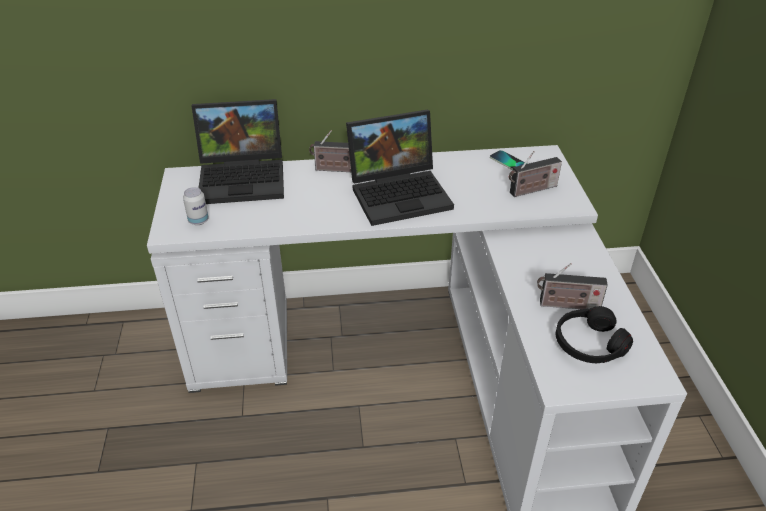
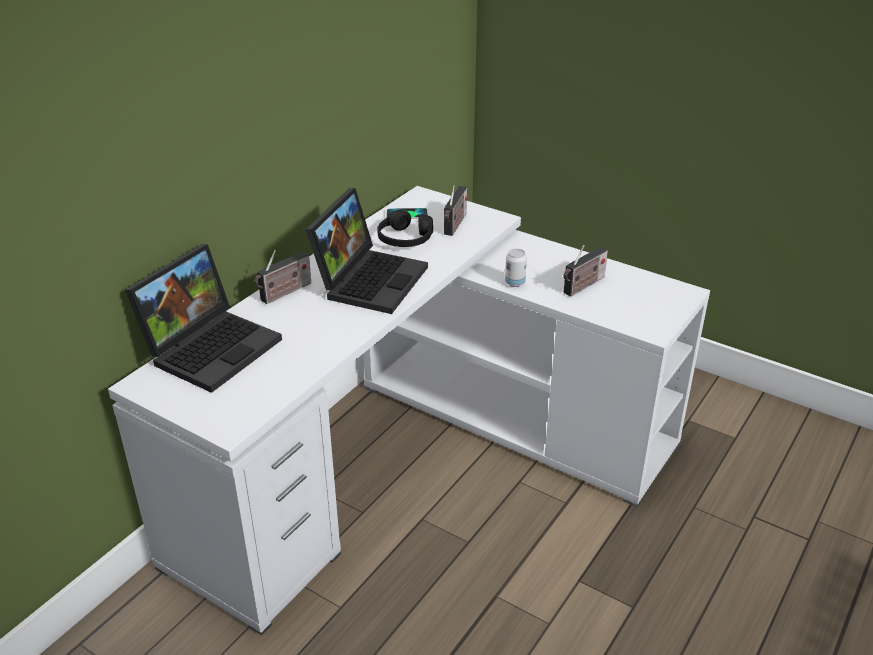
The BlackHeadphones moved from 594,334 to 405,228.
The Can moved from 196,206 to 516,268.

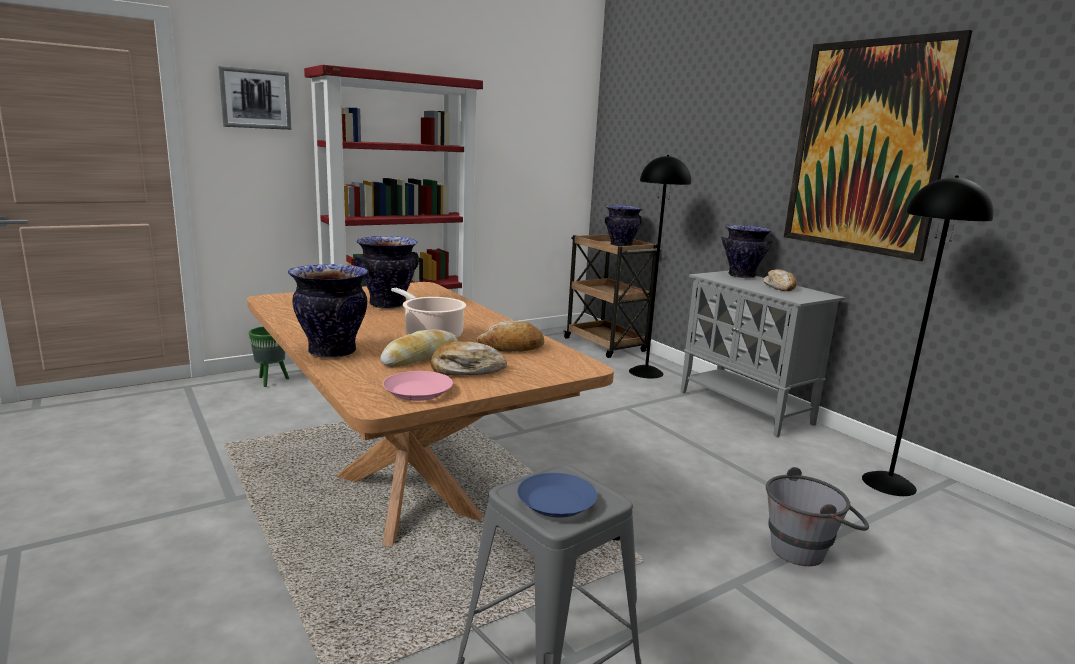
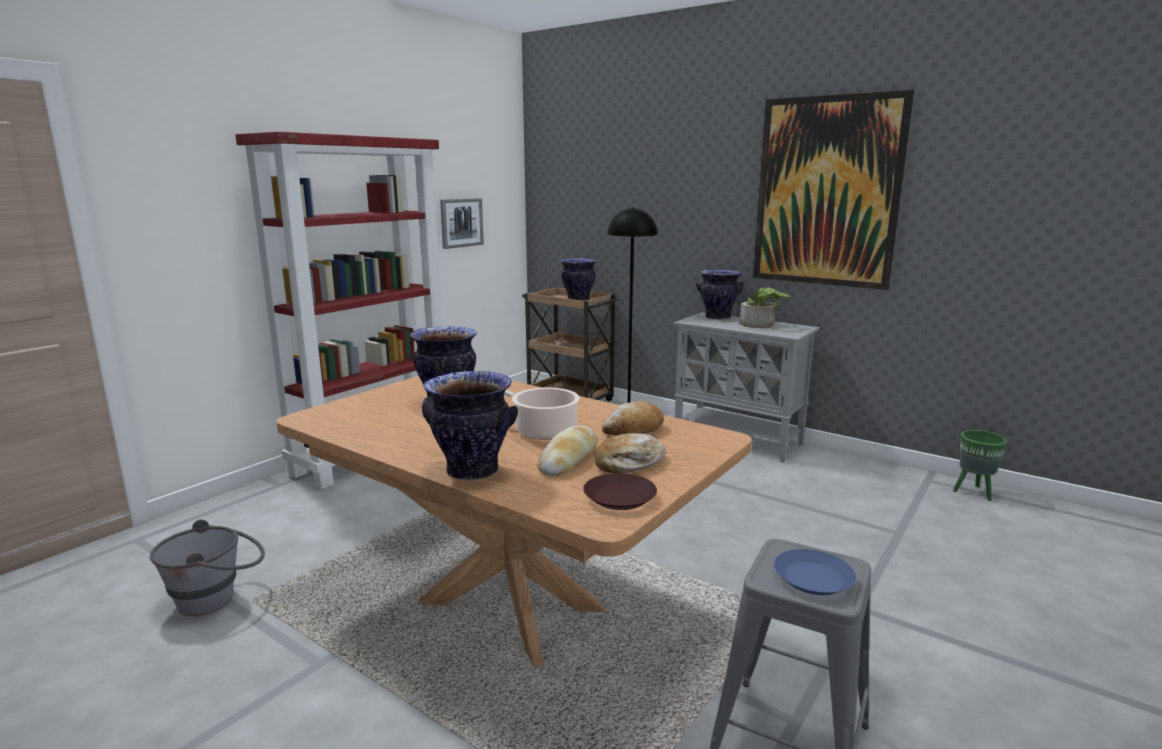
The GreyBucket moved from 817,516 to 207,567.
The Picture moved from 255,98 to 462,223.
The PinkPlate at 418,386 became the BrownPlate at 620,491.
The Bread at 780,280 was replaced by the PottedPlant at 766,307.
The GreenPlanter moved from 269,357 to 980,465.
The BlackFloorLamp at 928,335 disappeared.

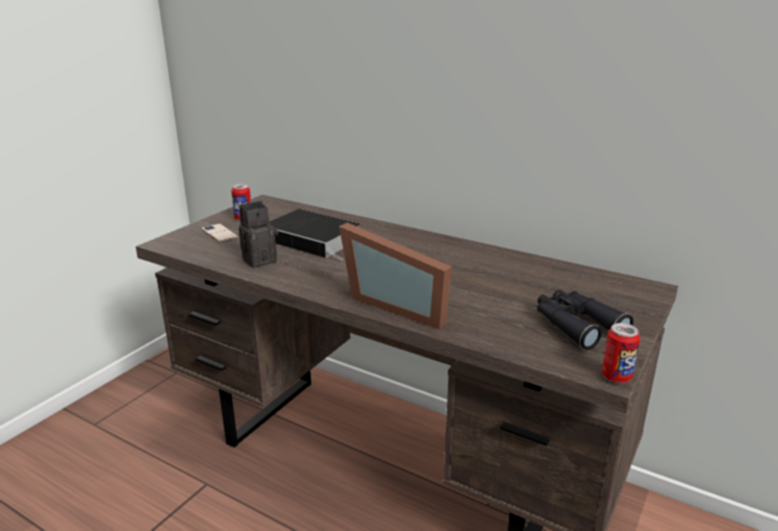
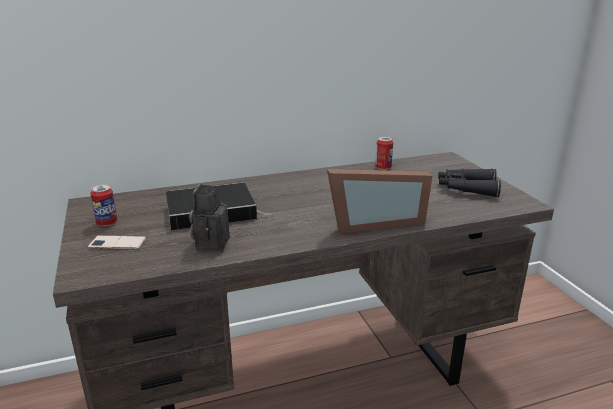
The Can moved from 621,353 to 384,153.

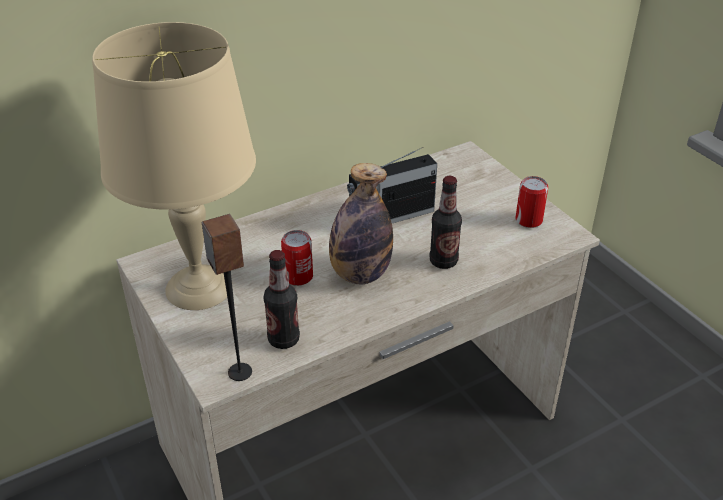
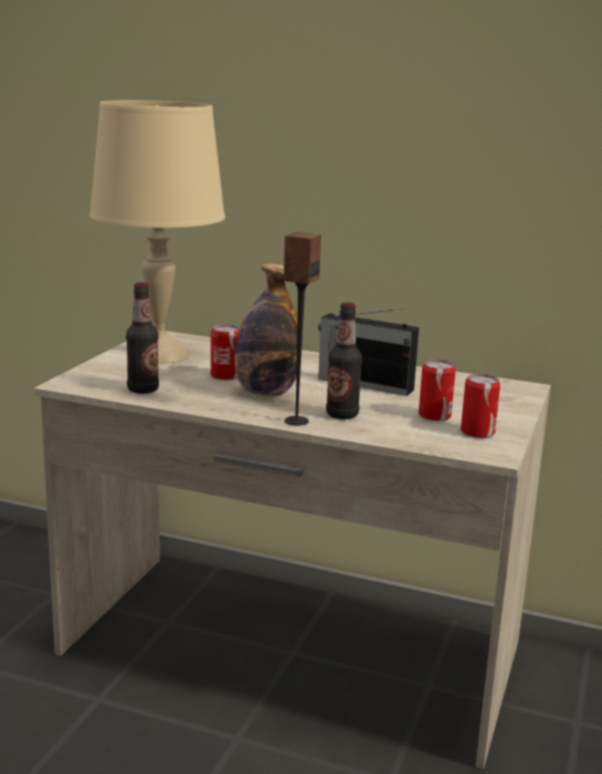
The Speaker moved from 227,297 to 302,329.
The Can at 437,390 appeared.

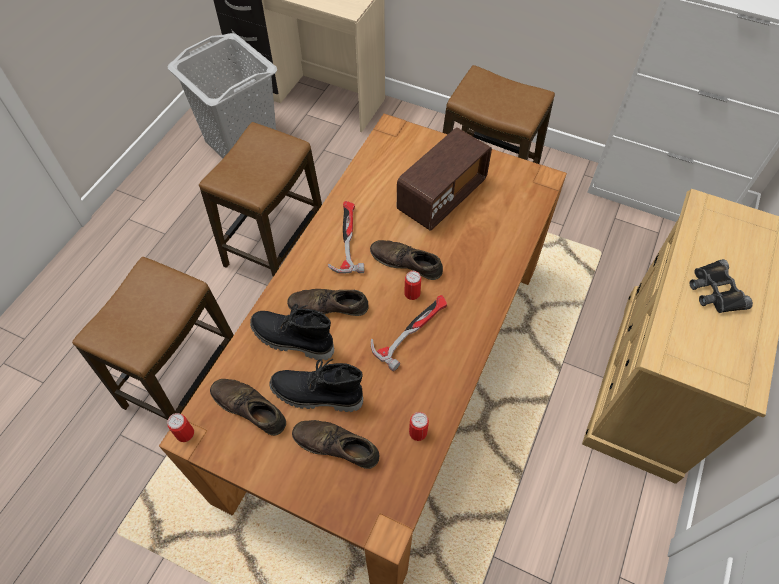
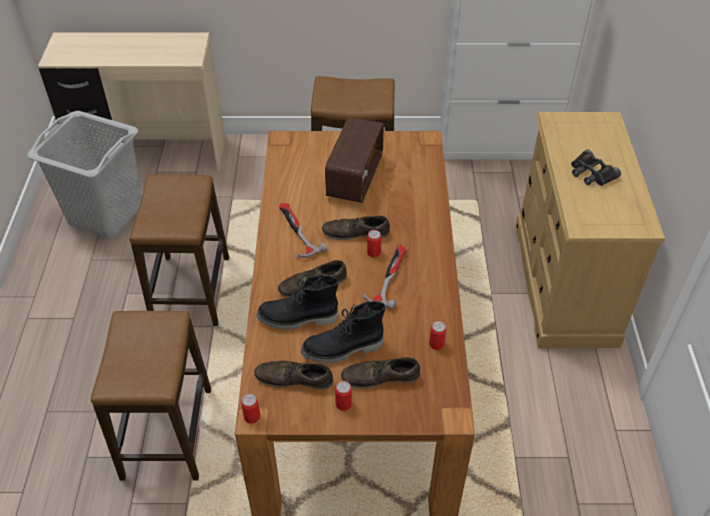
The Can at 343,396 appeared.

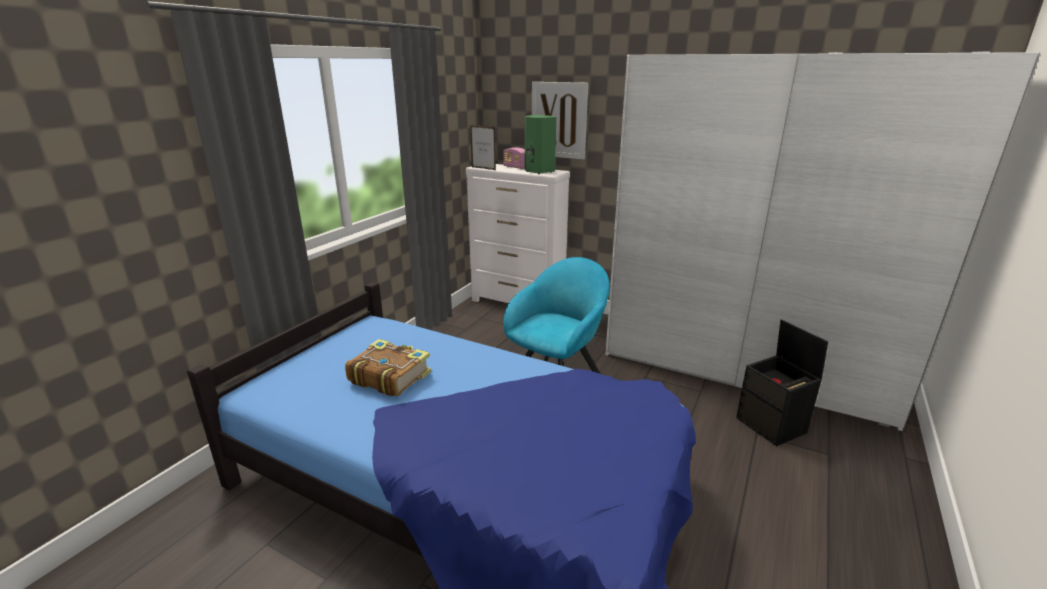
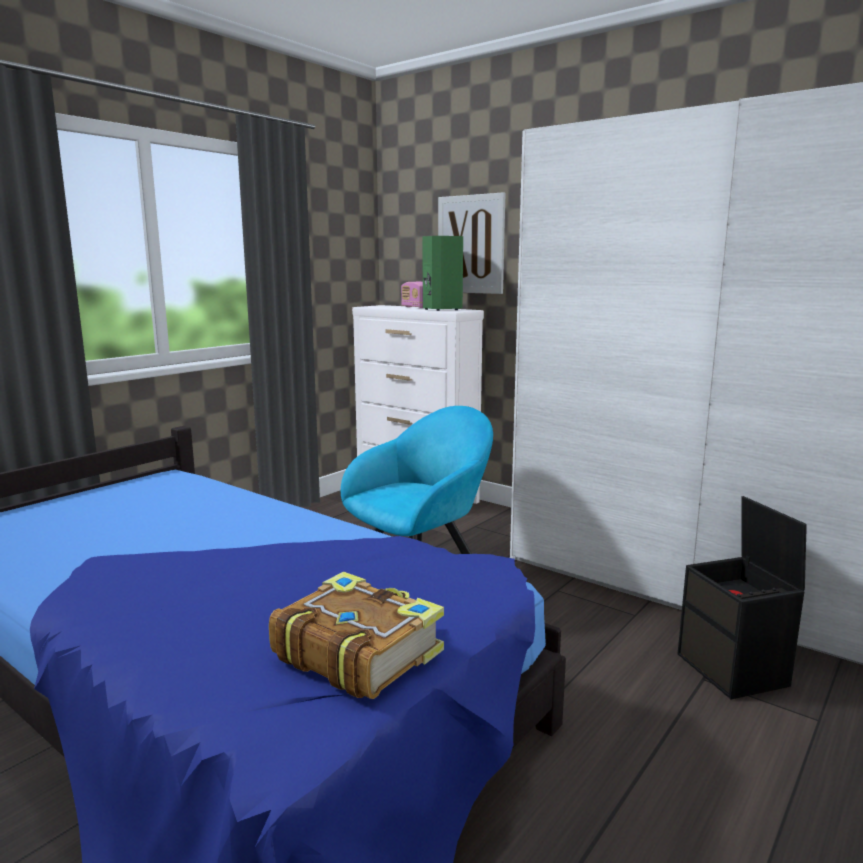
The Book moved from 388,367 to 356,635.
The PictureFrame at 483,147 disappeared.

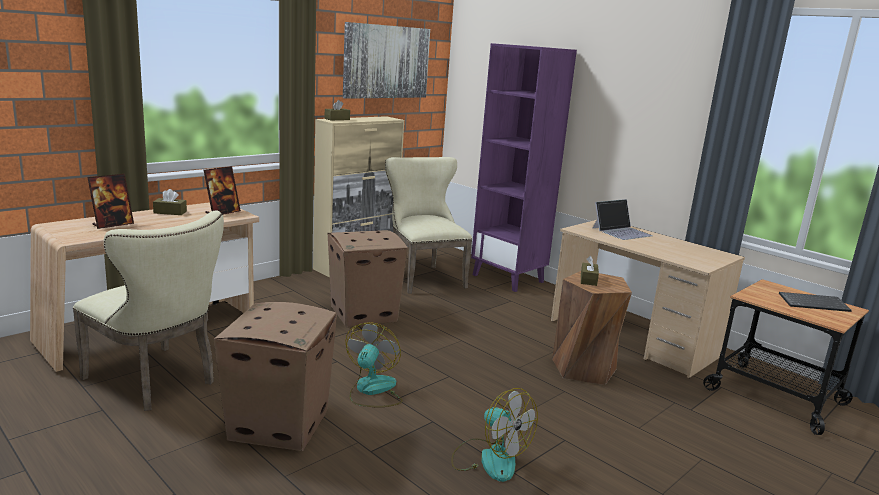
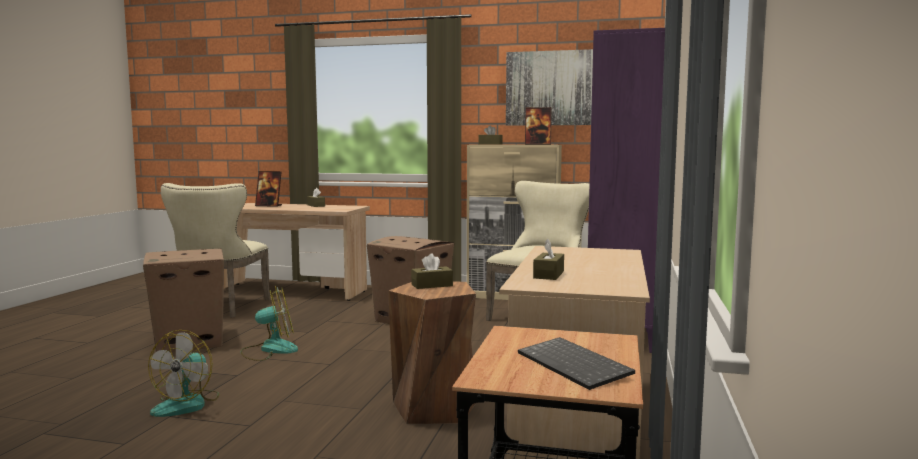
The PictureFrame moved from 222,190 to 538,126.
The BrownTissueBox at 548,259 appeared.
The Laptop at 622,219 disappeared.

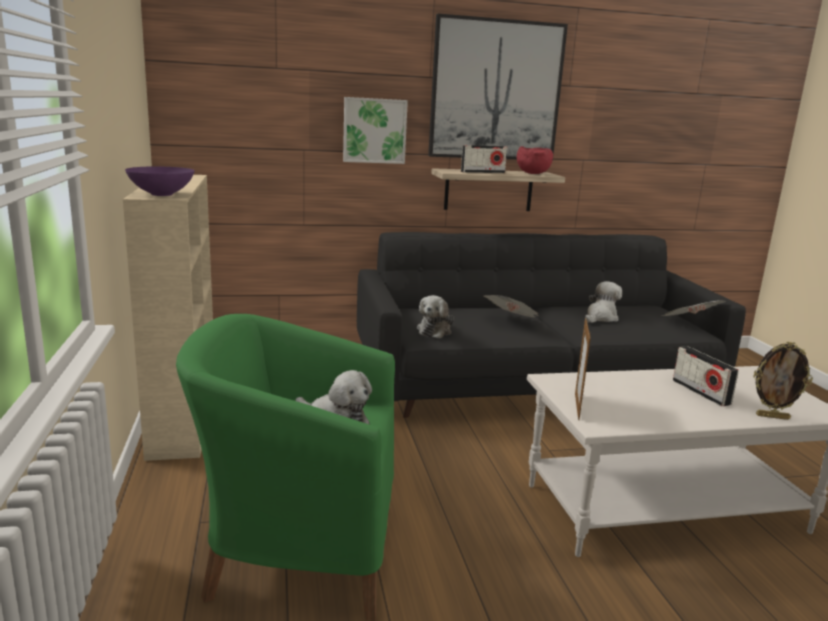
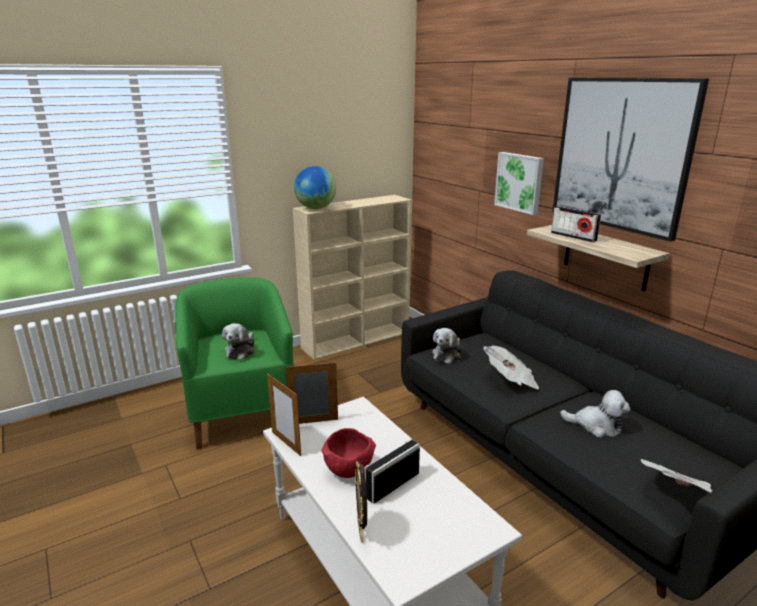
The PictureFrame at 284,415 appeared.
The PurpleBowl at 159,181 was replaced by the Globe at 315,187.
The RedBowl moved from 535,160 to 349,453.
The PlushToy at 435,316 turned 60 degrees counterclockwise.

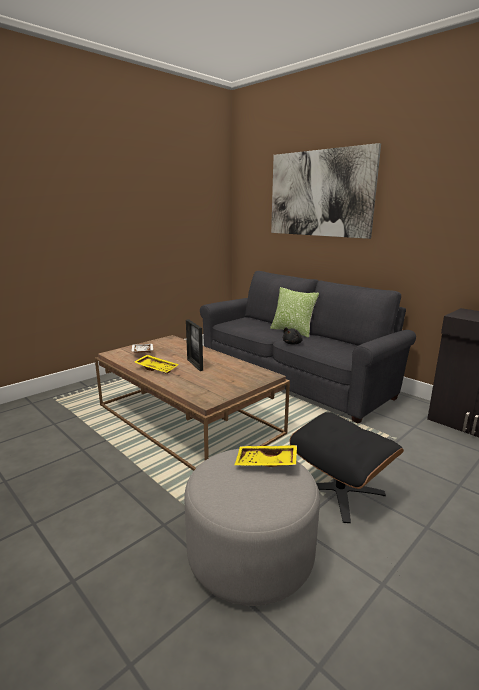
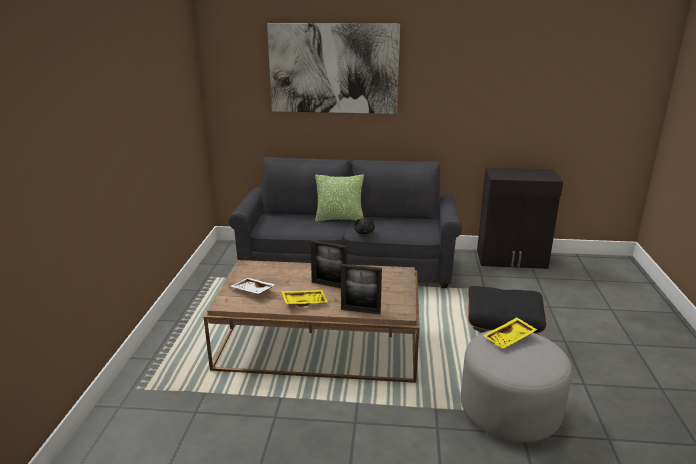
The PictureFrame at 361,289 appeared.

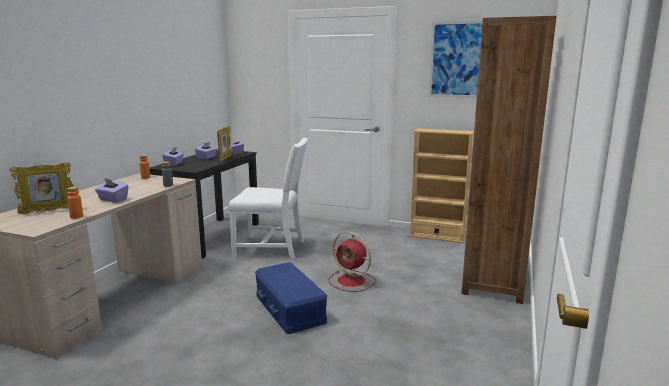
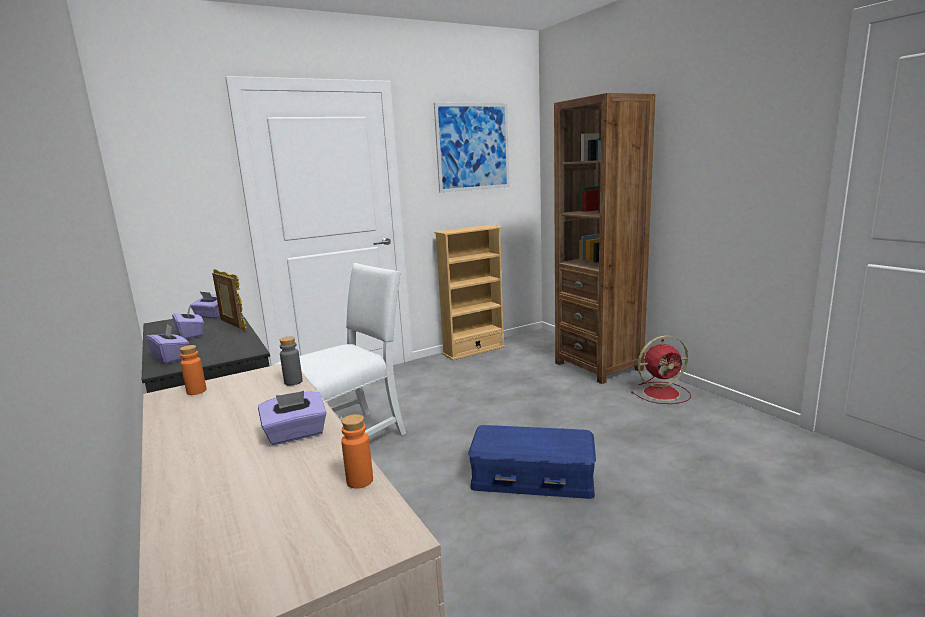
The RedFan moved from 351,262 to 661,369.
The PictureFrame at 42,188 disappeared.

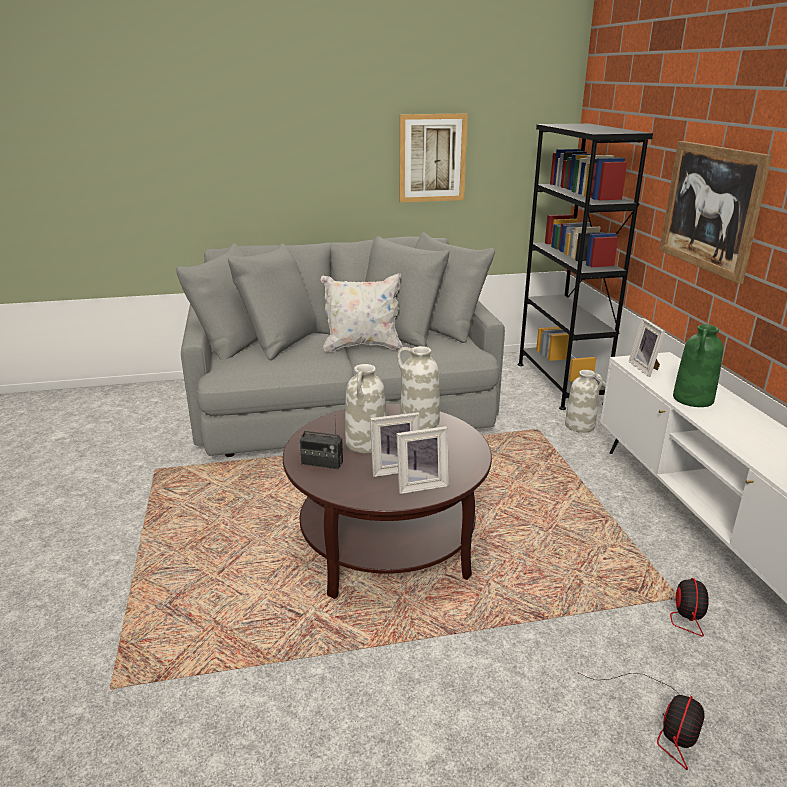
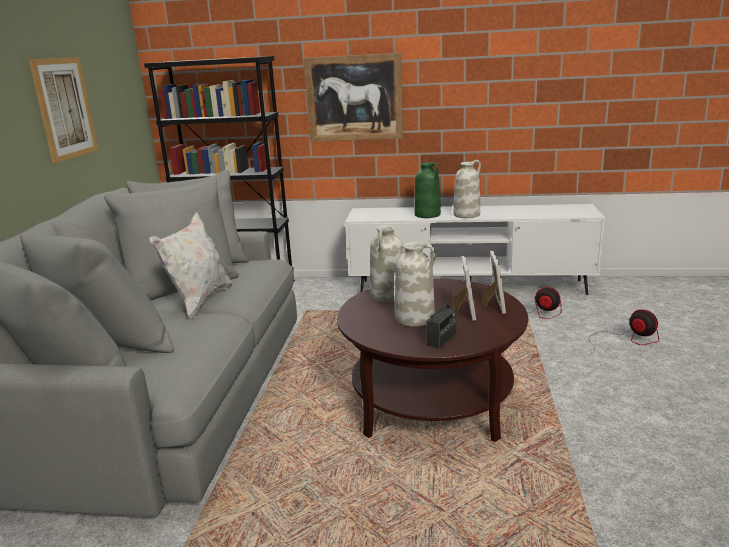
The WhiteVase moved from 584,401 to 467,189.
The PictureFrame at 647,347 disappeared.

